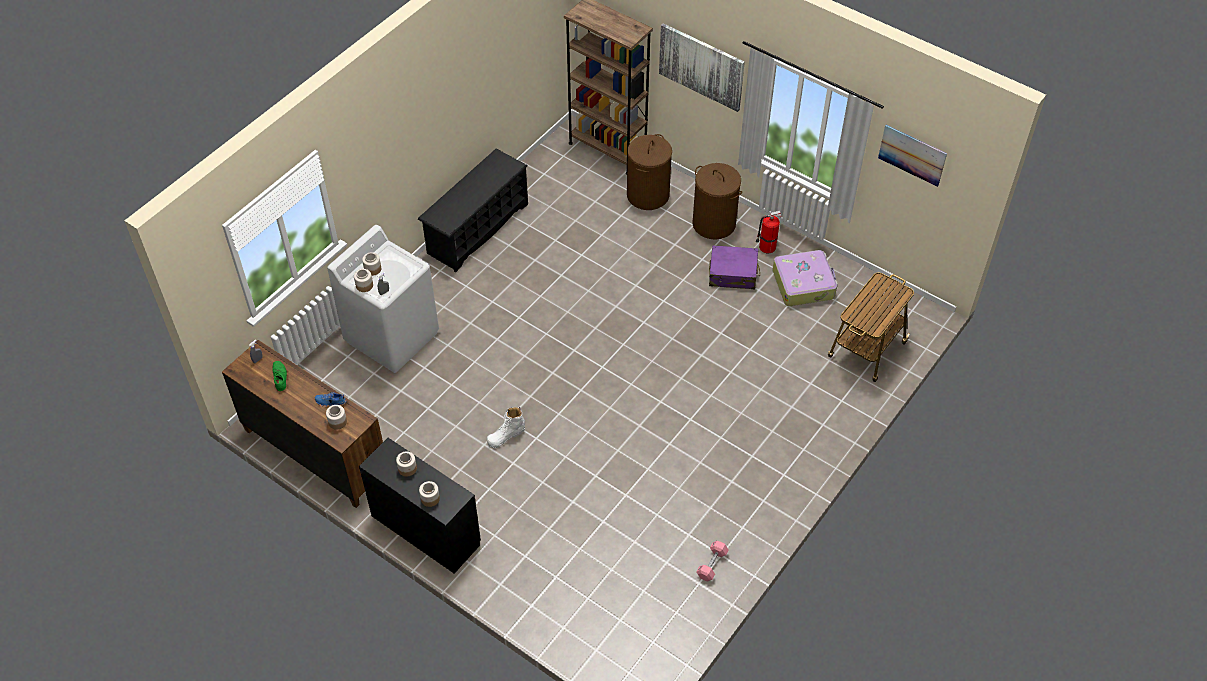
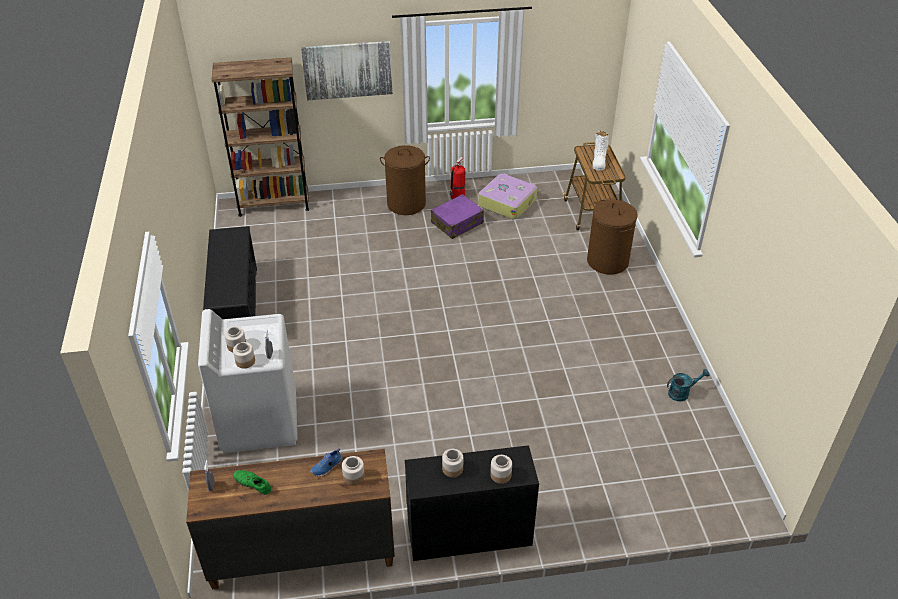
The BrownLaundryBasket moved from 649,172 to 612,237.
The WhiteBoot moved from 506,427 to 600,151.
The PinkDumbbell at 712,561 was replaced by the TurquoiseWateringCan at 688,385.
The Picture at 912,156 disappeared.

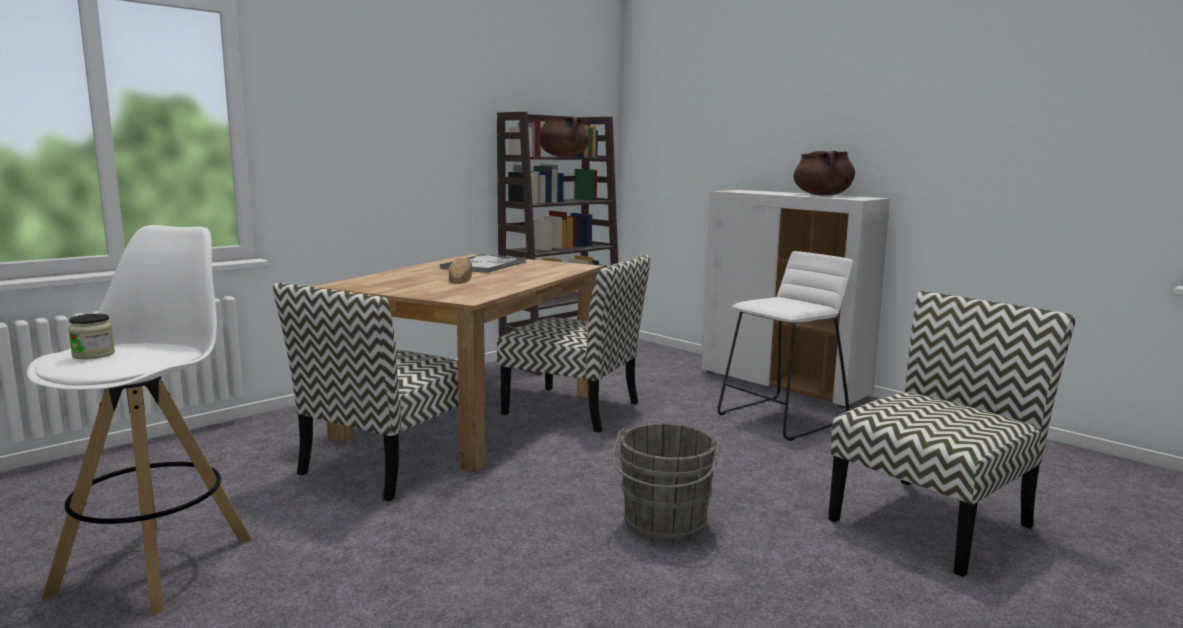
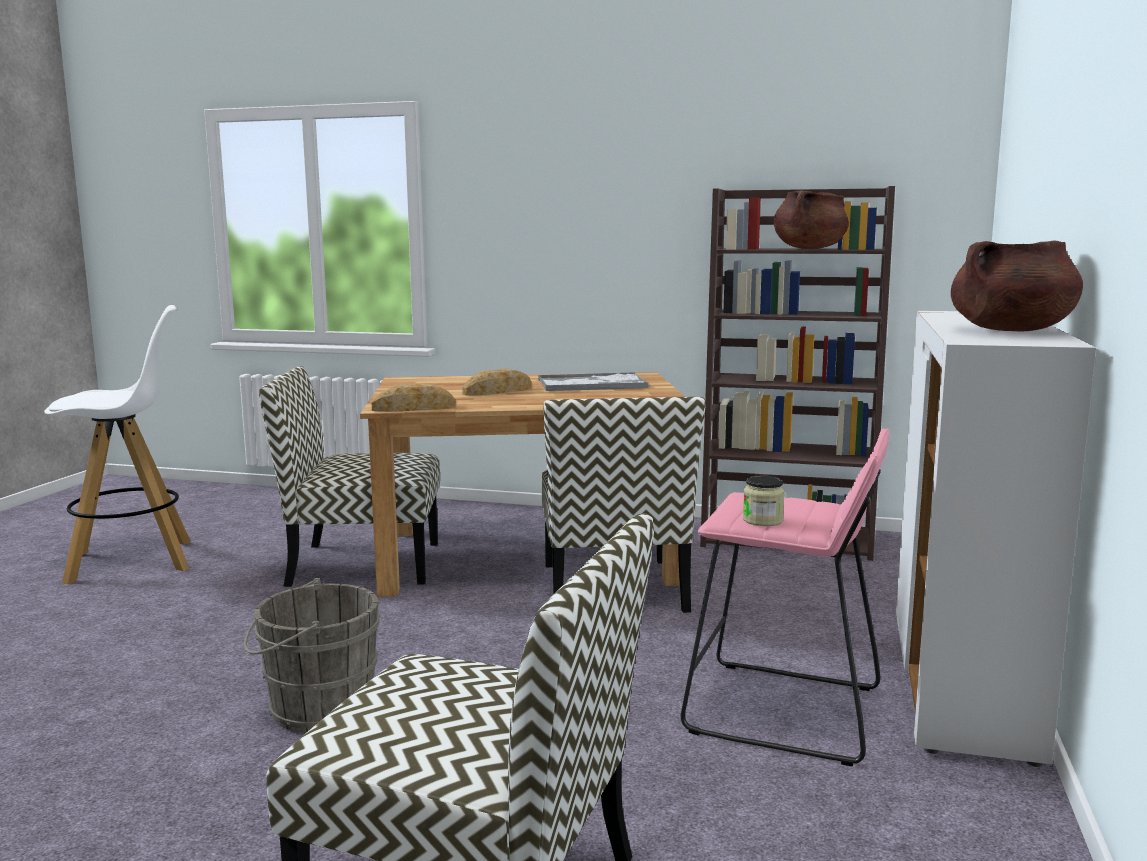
The Bread at 413,398 appeared.
The WhiteStool at 785,346 became the PinkStool at 785,597.
The Jar moved from 91,336 to 764,500.

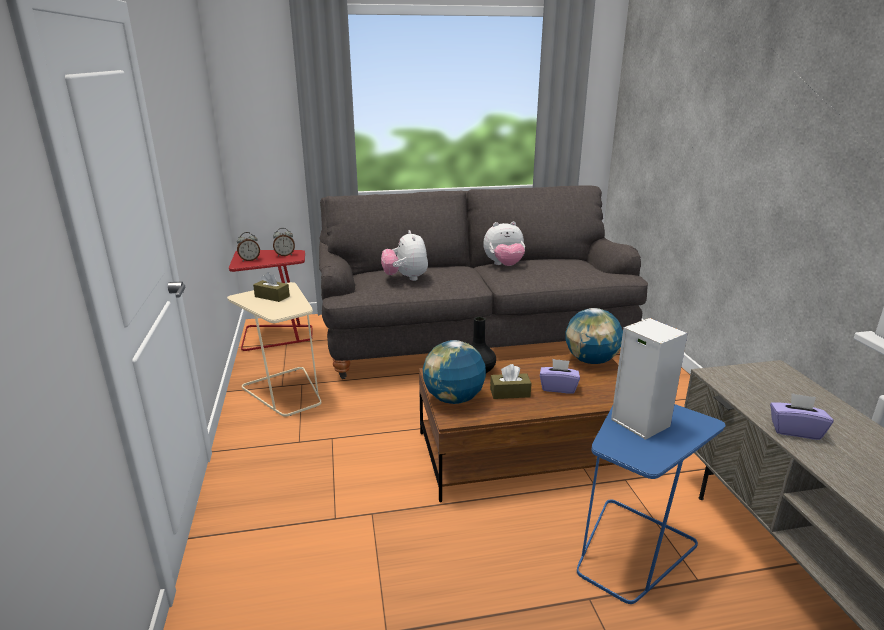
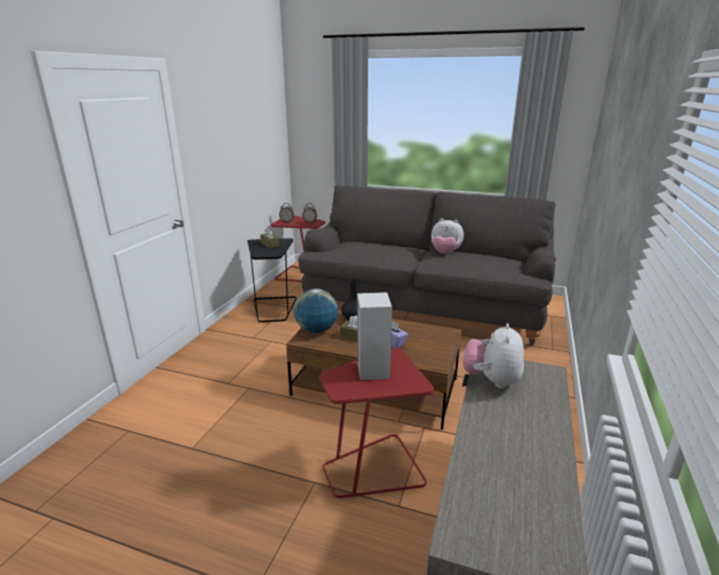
The BeigeSideTable at 274,349 became the BlackSideTable at 272,280.
The BlueSideTable at 651,504 became the RedSideTable at 376,423.
The PlushToy moved from 404,255 to 493,355.
The Globe at 594,336 disappeared.
The PurpleTissueBox at 802,416 disappeared.

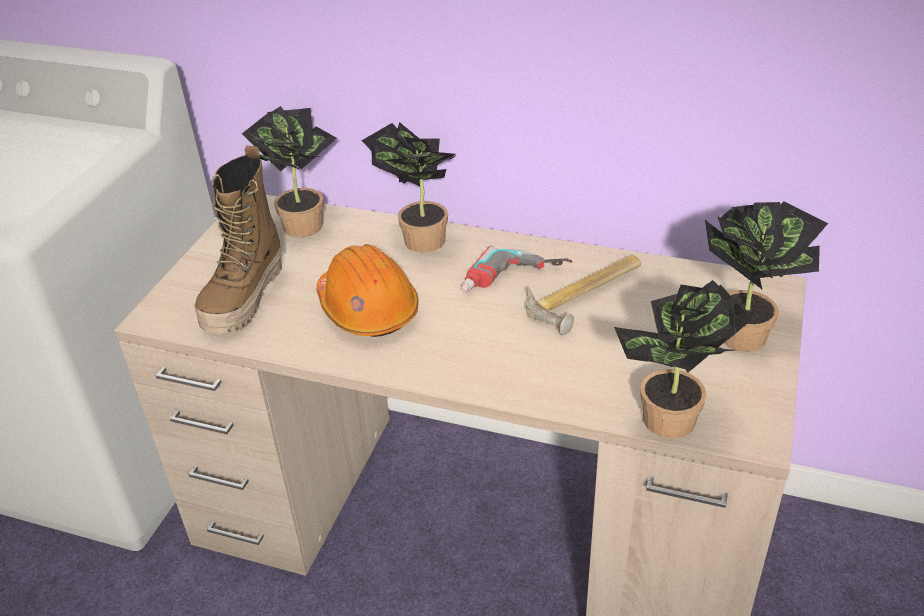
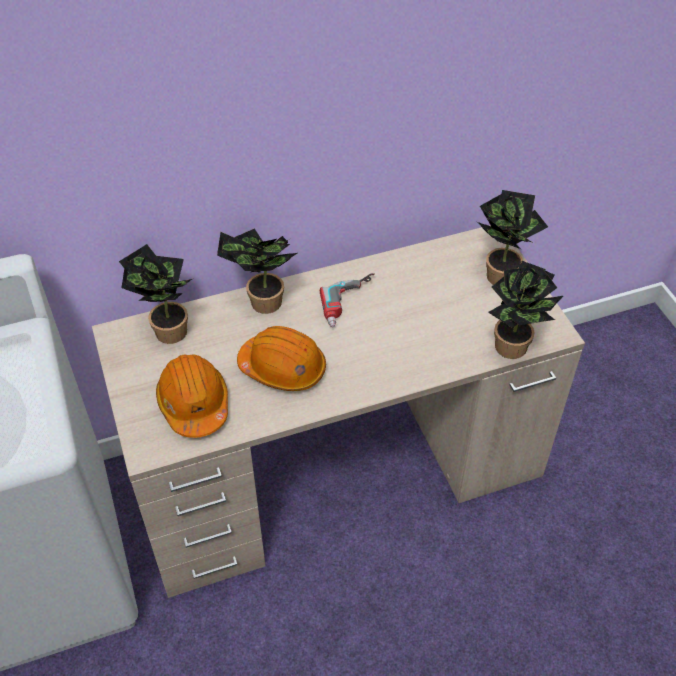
The Boot at 238,240 was replaced by the OrangeHardHat at 192,396.
The Hammer at 583,295 disappeared.

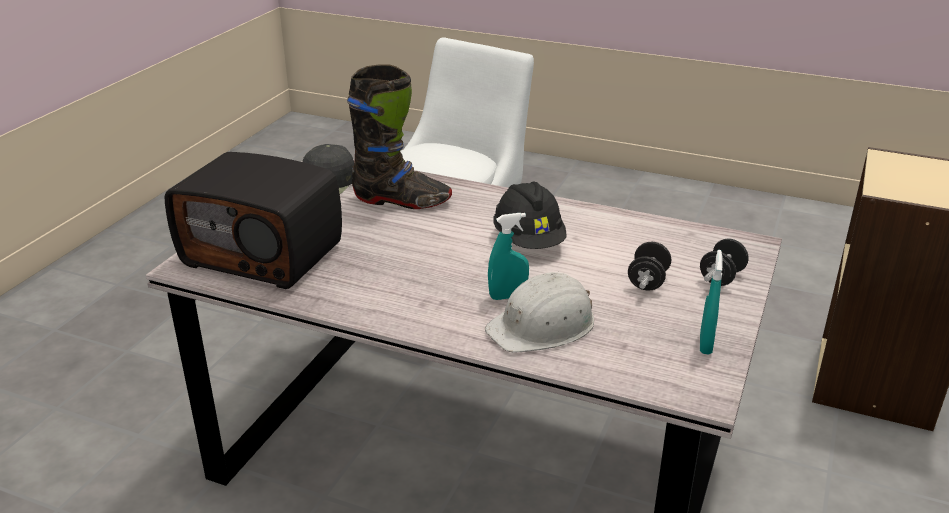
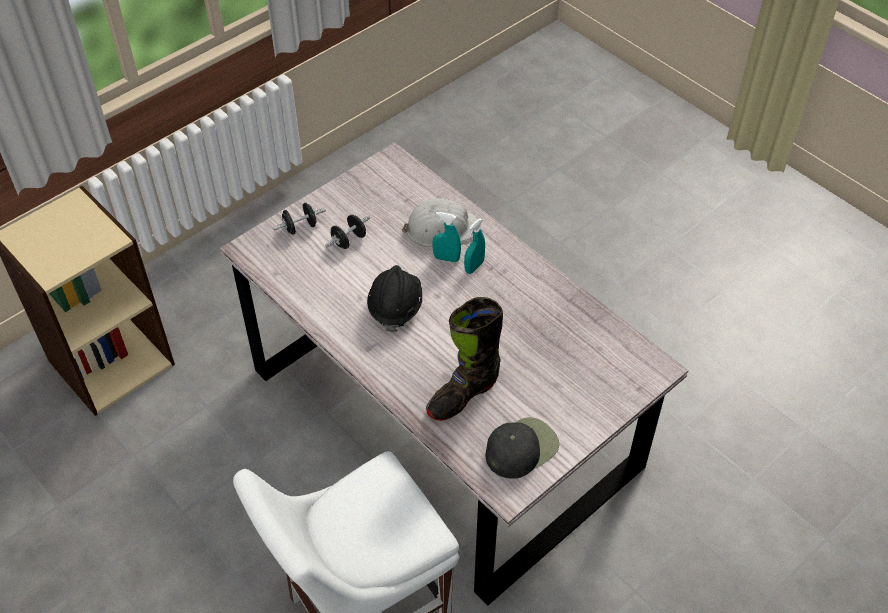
The BlackBoot at 399,137 turned 75 degrees counterclockwise.
The TurquoiseSprayBottle moved from 711,302 to 474,246.
The Radio at 253,220 disappeared.

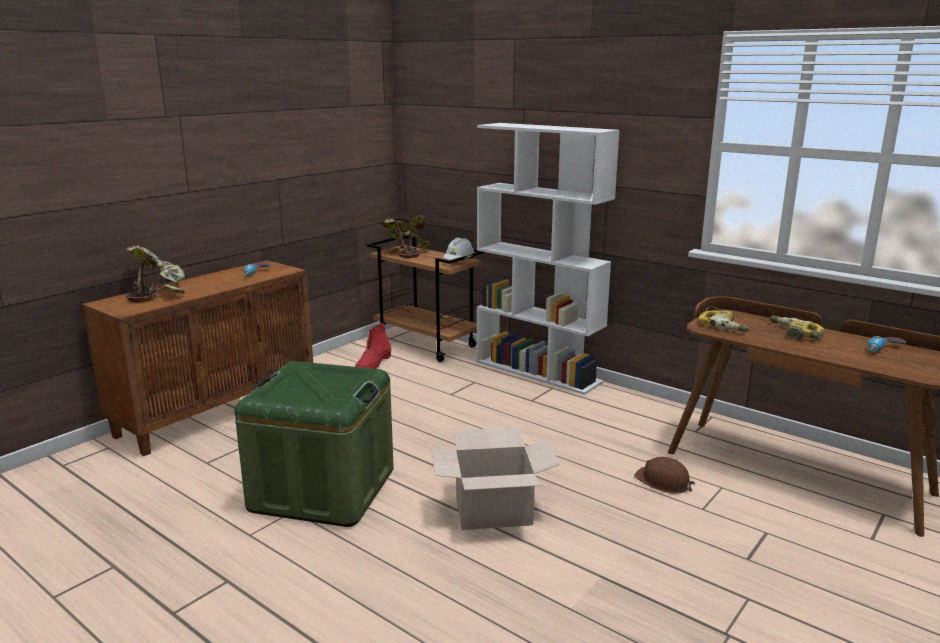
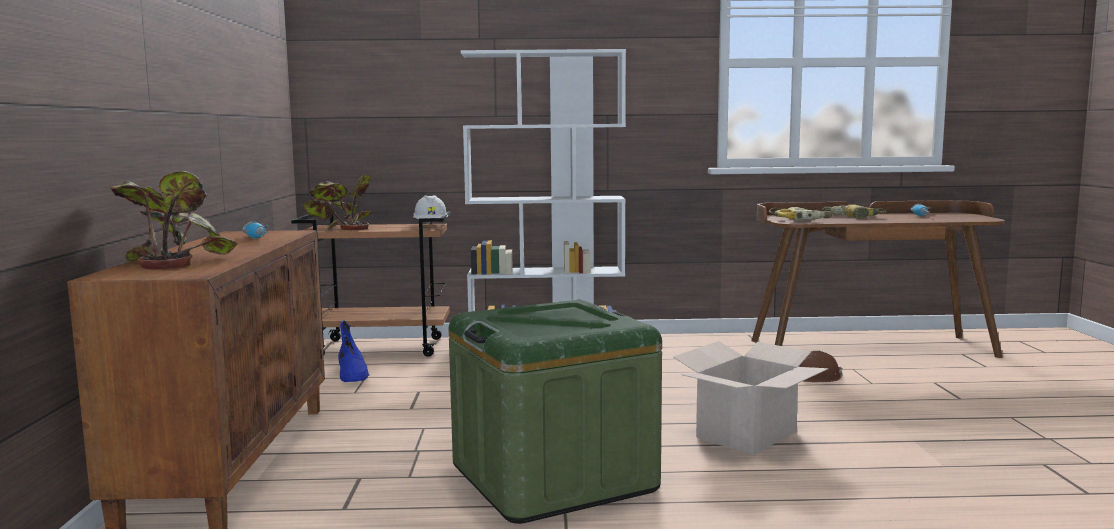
The RedBoot at 373,346 became the BlueBoot at 353,351.

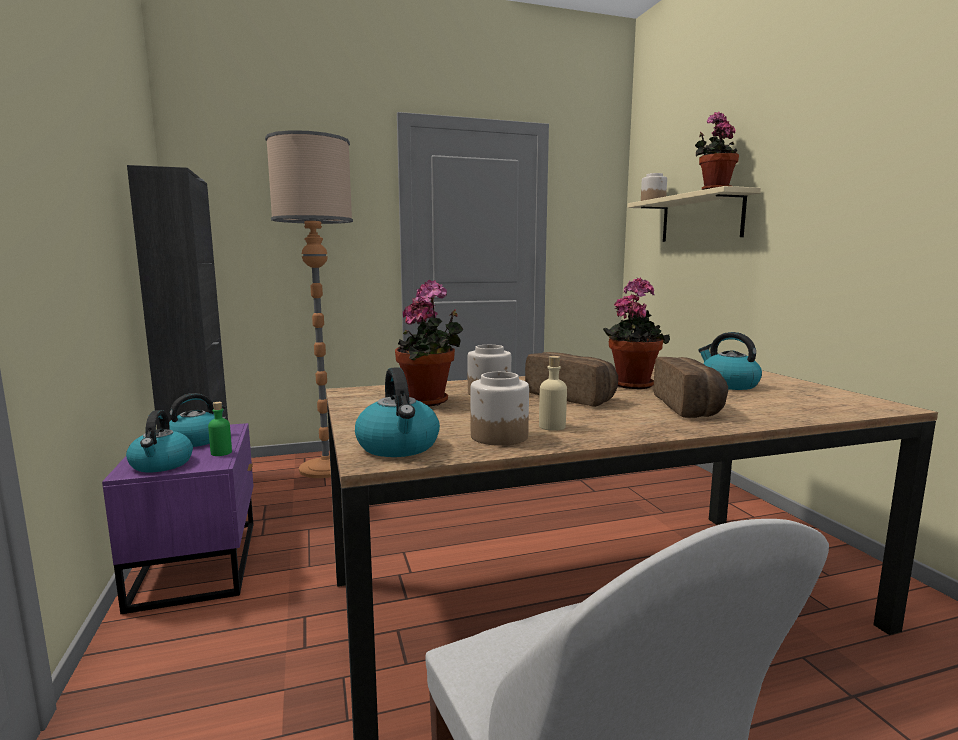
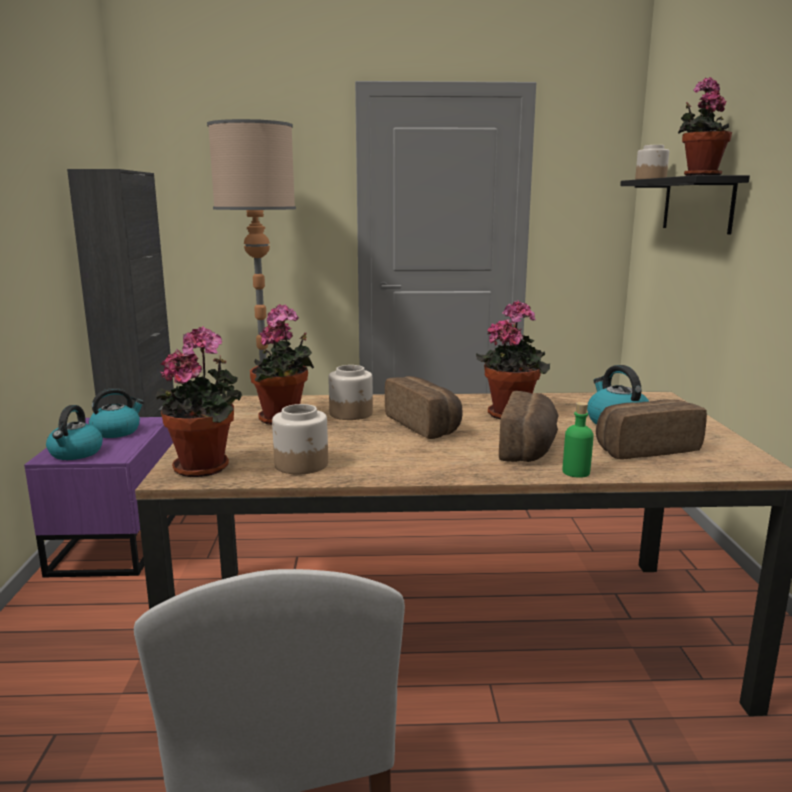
The Kettle at 397,412 was replaced by the PottedPlant at 198,401.
The GreenBottle moved from 220,429 to 578,440.
The Bread at 651,429 appeared.
The BeigeShelf at 694,214 became the BlackShelf at 685,204.
The BeigeBottle at 553,393 disappeared.

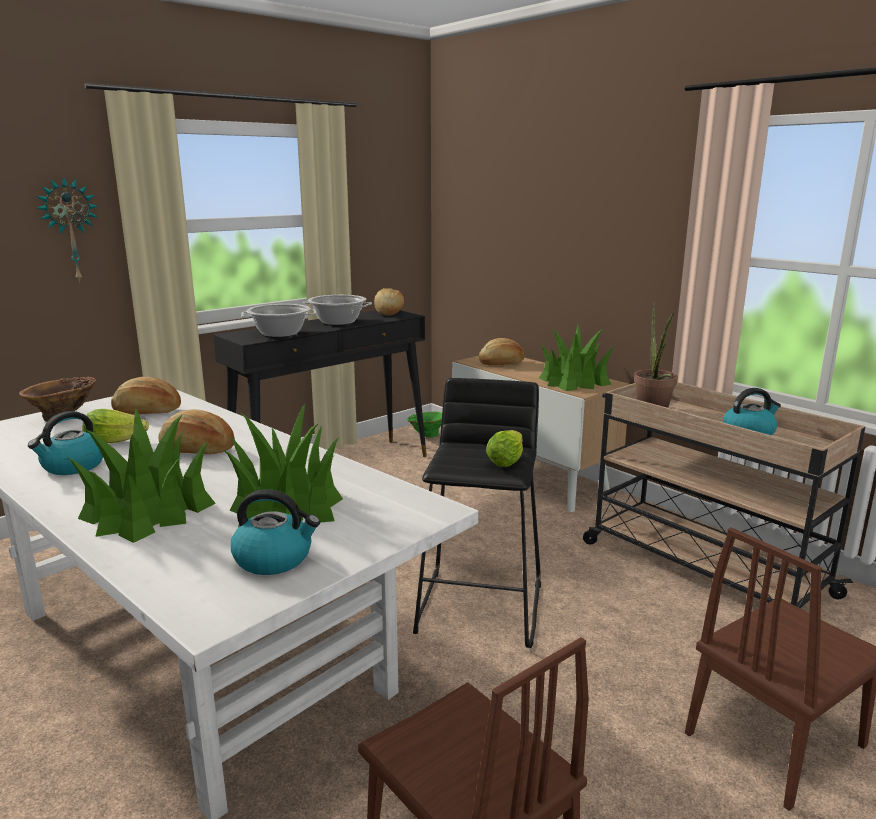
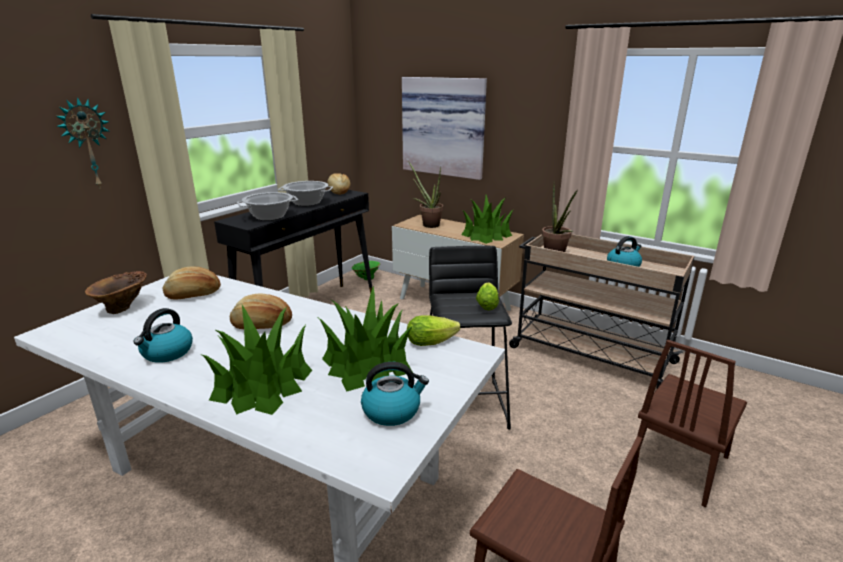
The Picture at 444,128 appeared.
The Lettuce moved from 115,426 to 433,330.
The Bread at 501,351 was replaced by the PottedPlant at 425,194.

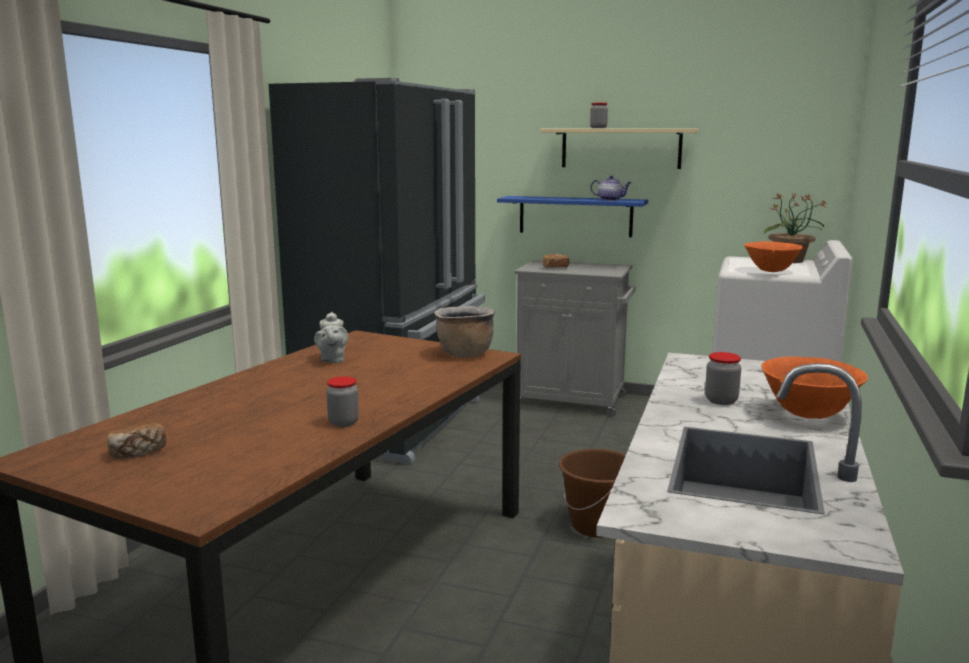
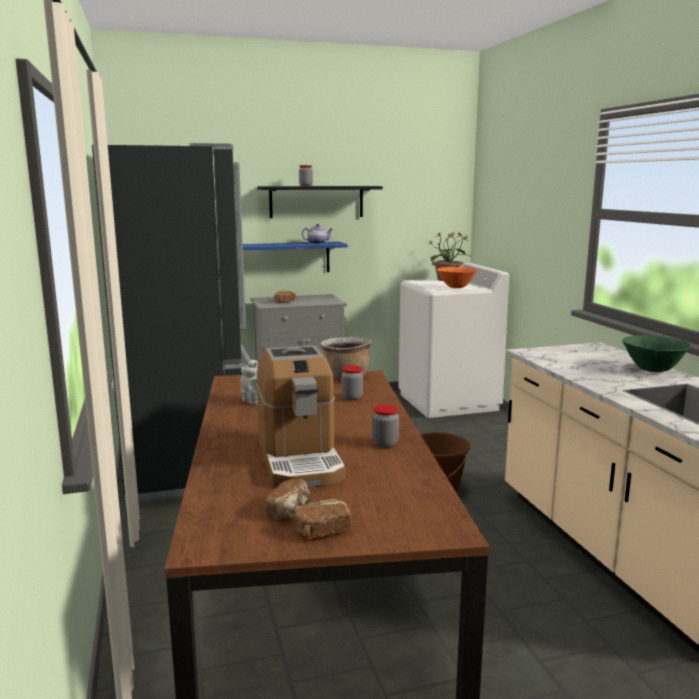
The BeigeShelf at 619,148 became the BlackShelf at 320,202.
The CoffeeMachine at 301,416 appeared.
The Bread at 323,518 appeared.
The Jar moved from 723,378 to 352,383.
The OrangeBowl at 814,388 became the GreenBowl at 657,353.

